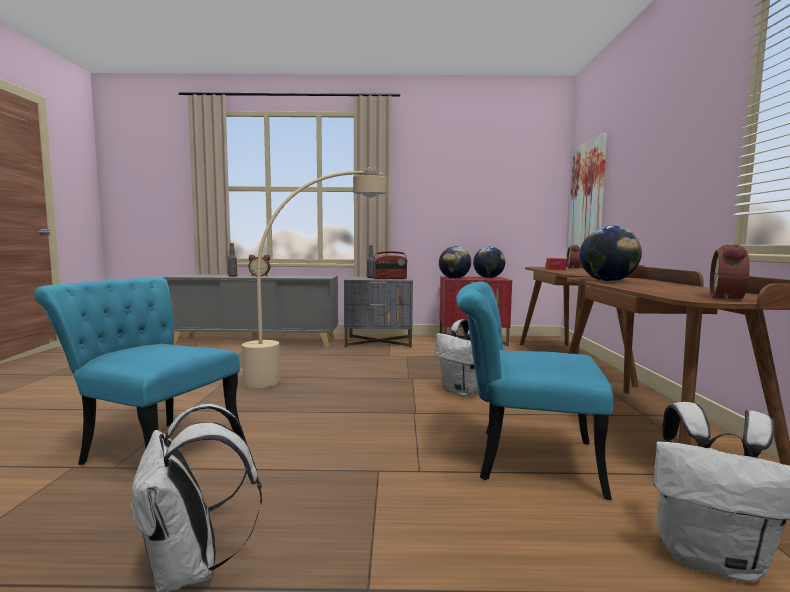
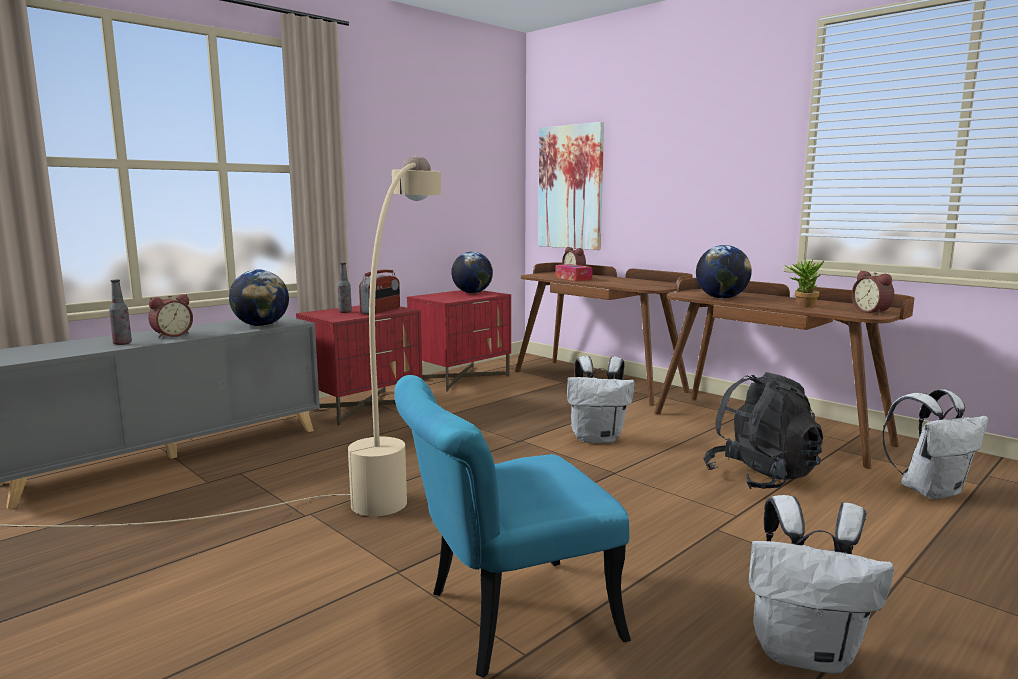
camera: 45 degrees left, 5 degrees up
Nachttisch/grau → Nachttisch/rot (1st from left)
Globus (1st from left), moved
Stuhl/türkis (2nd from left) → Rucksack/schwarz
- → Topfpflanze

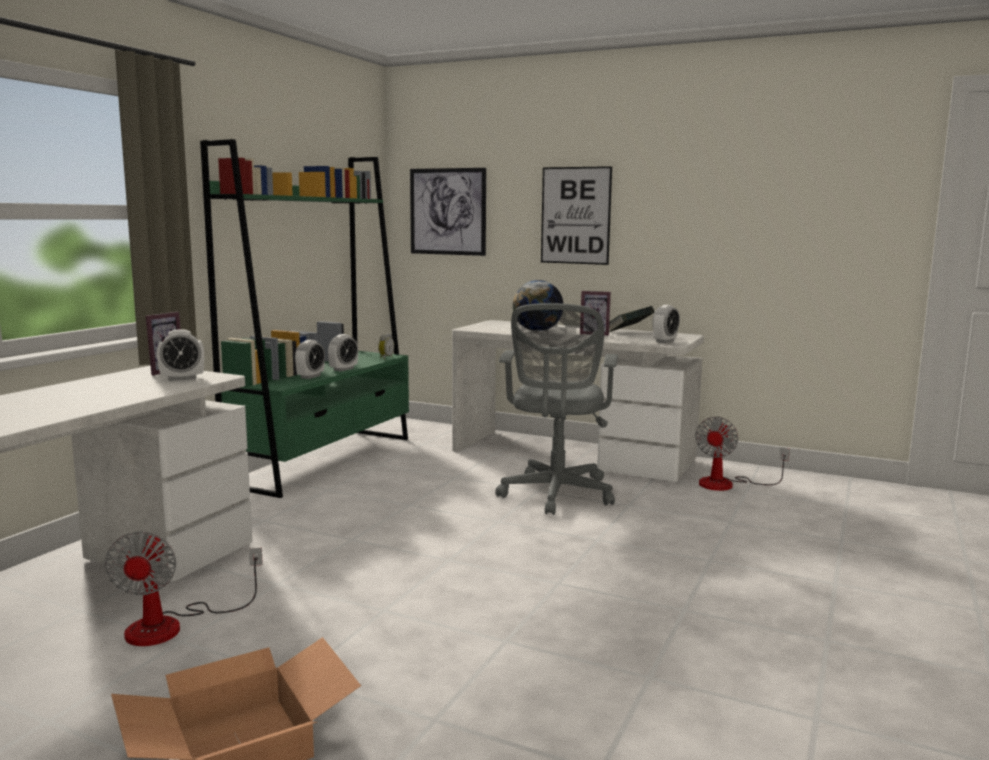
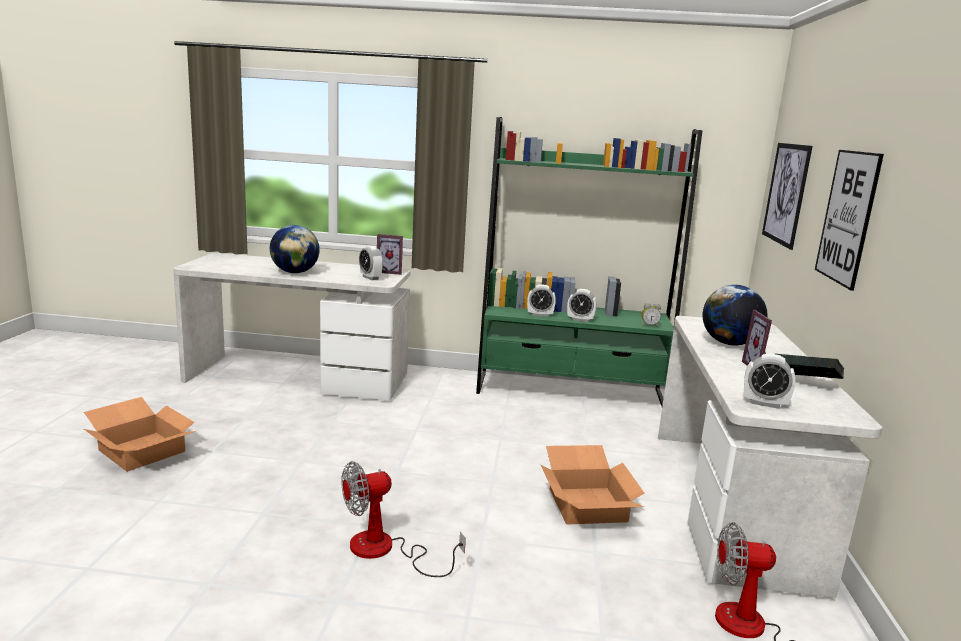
camera: 70 degrees right, 5 degrees up
Ventilator (1st from left), moved
Bürostuhl/grau → Karton (2nd from left)
- → Globus (1st from left)

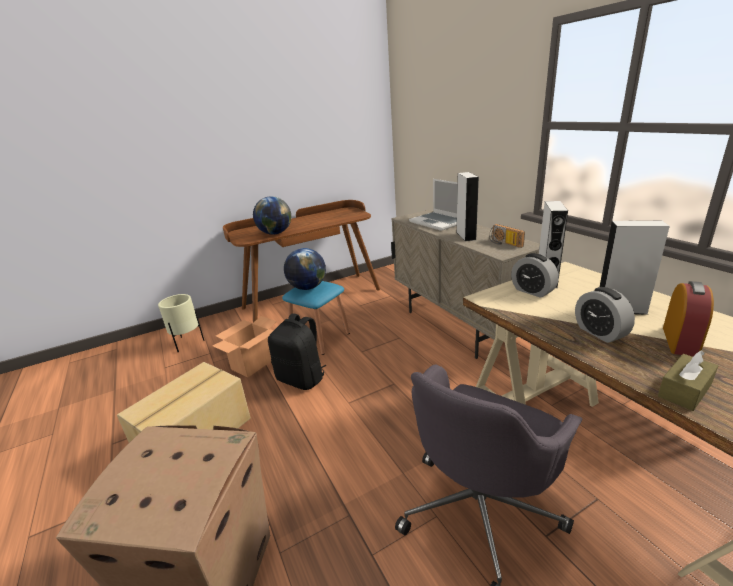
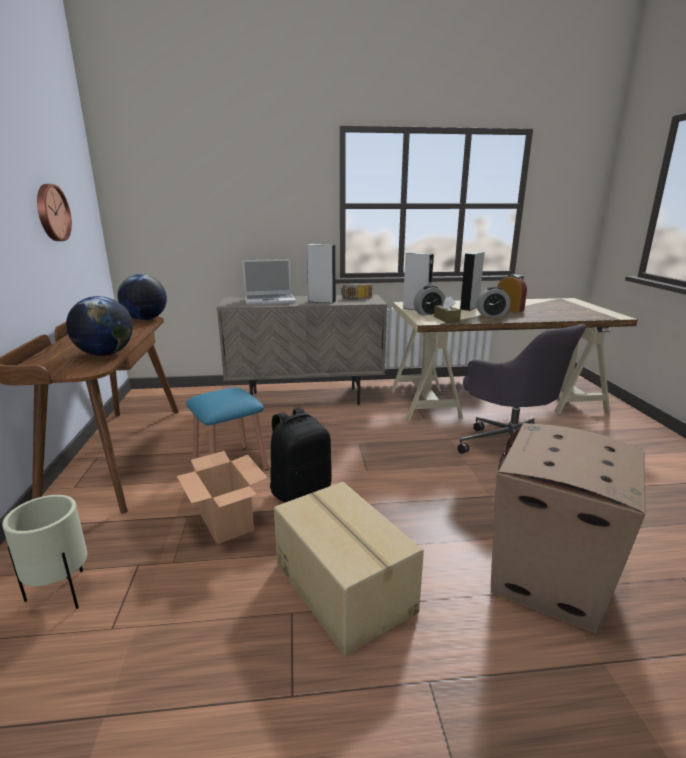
camera: 70 degrees left, 5 degrees down
Globus (2nd from left), moved
Taschentuchbox/braun, moved
- → Wanduhr

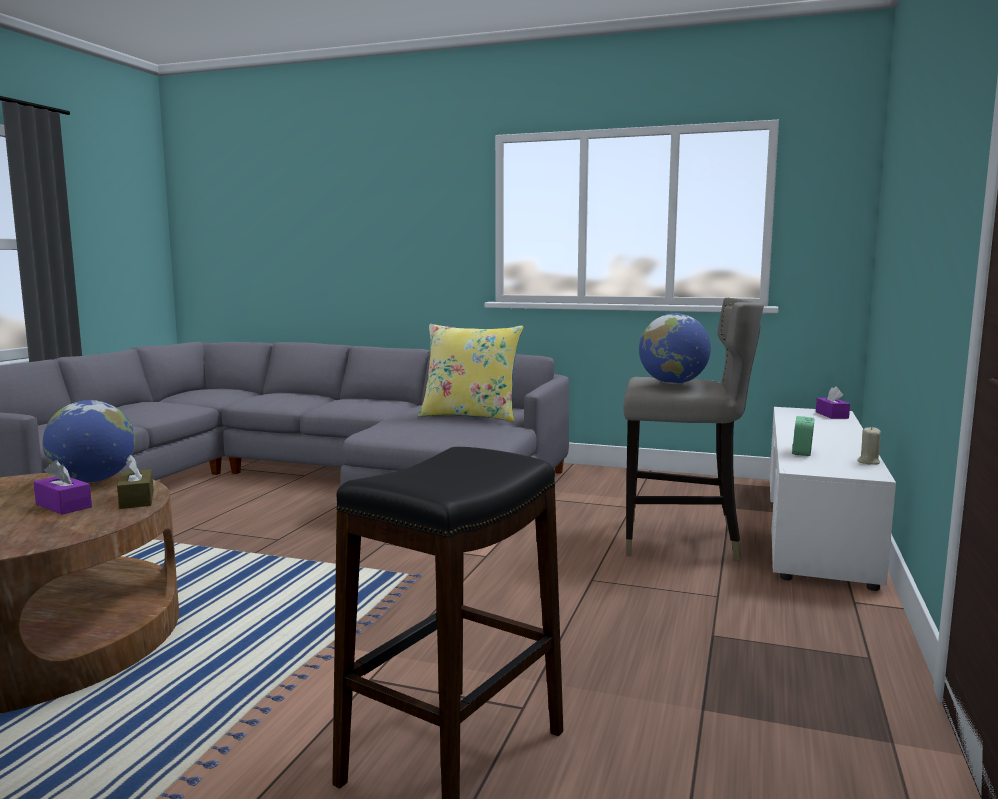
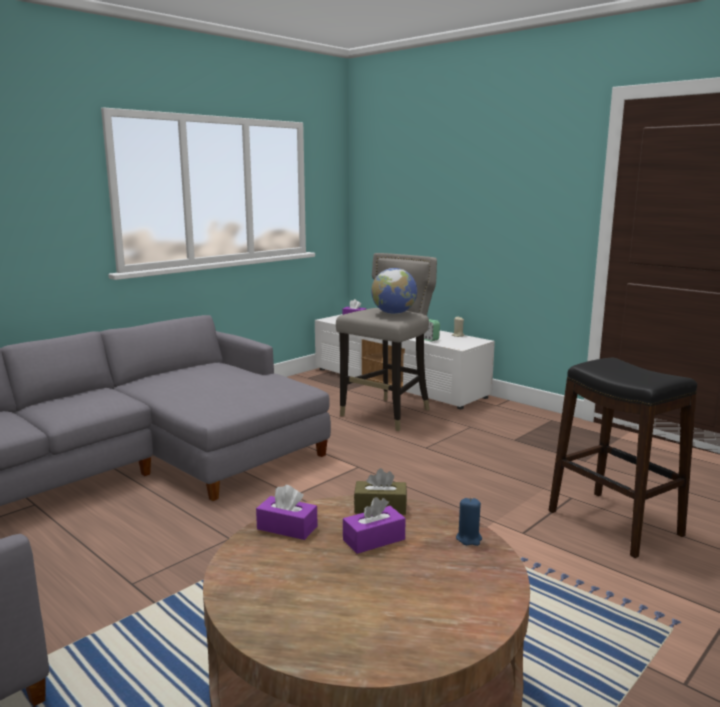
camera: 65 degrees left, 5 degrees up
Globus (1st from left) → Taschentuchbox/lila (1st from left)
Kissen/gelb → -
- → Kerze/blau

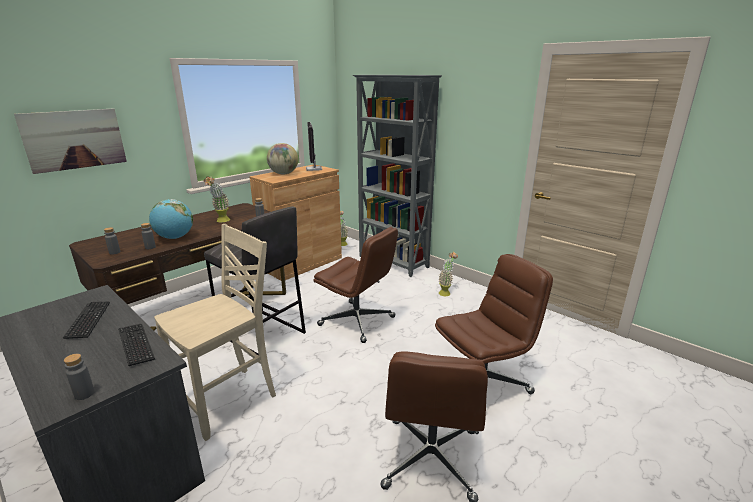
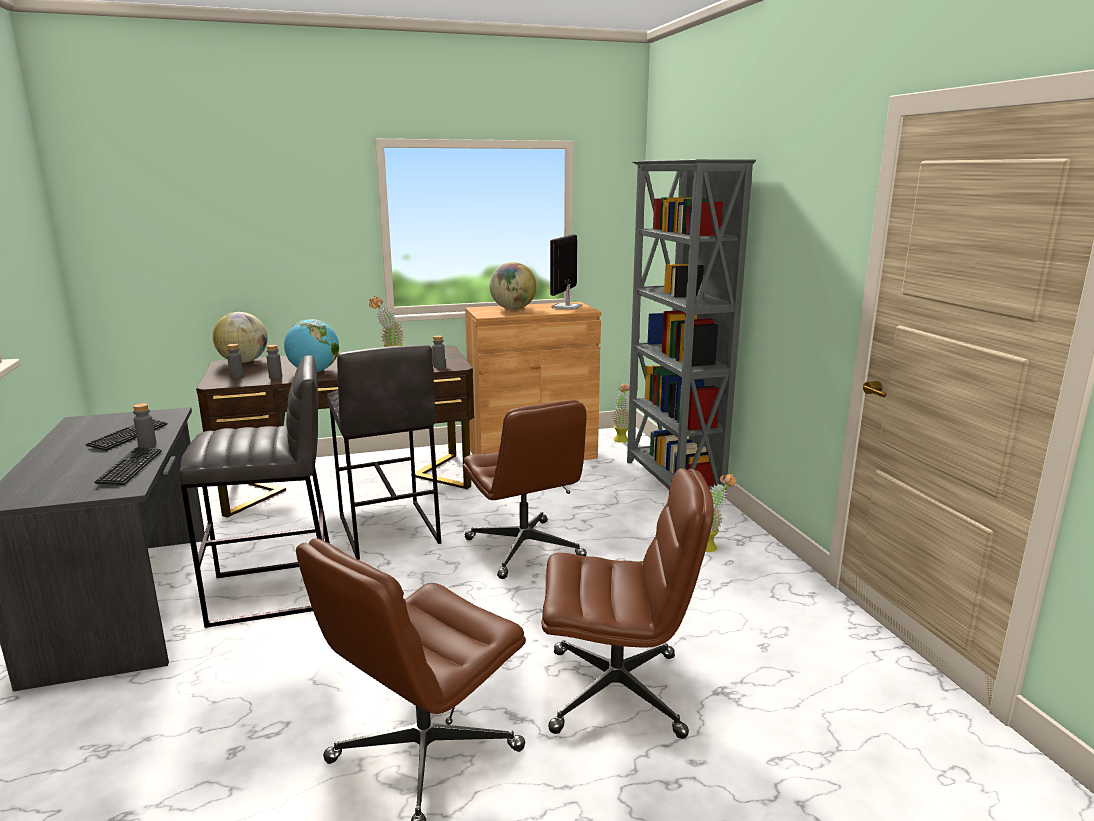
camera: 30 degrees right, 5 degrees down
Bild → -
Flasche/grau (1st from left), moved
Stuhl/beige → Hocker/grau (1st from left)
- → Globus (1st from left)

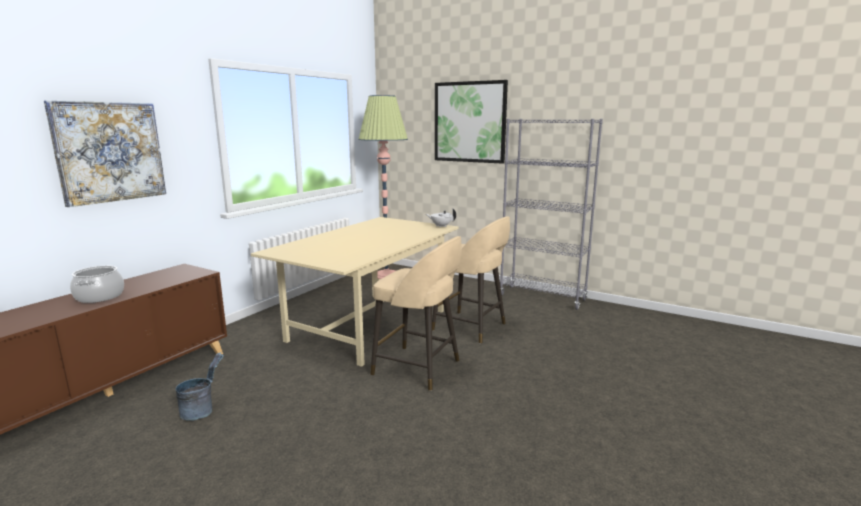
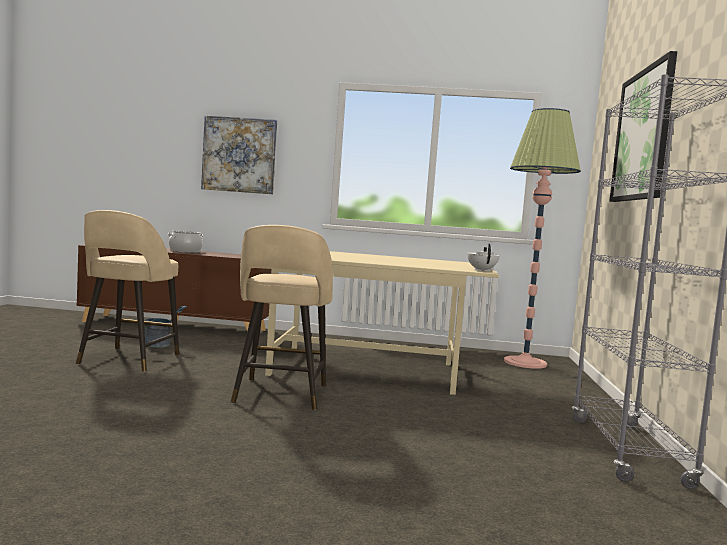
camera: 65 degrees right, 10 degrees down
Hocker/beige (2nd from left in the first image) → Hocker/beige (1st from left), moved

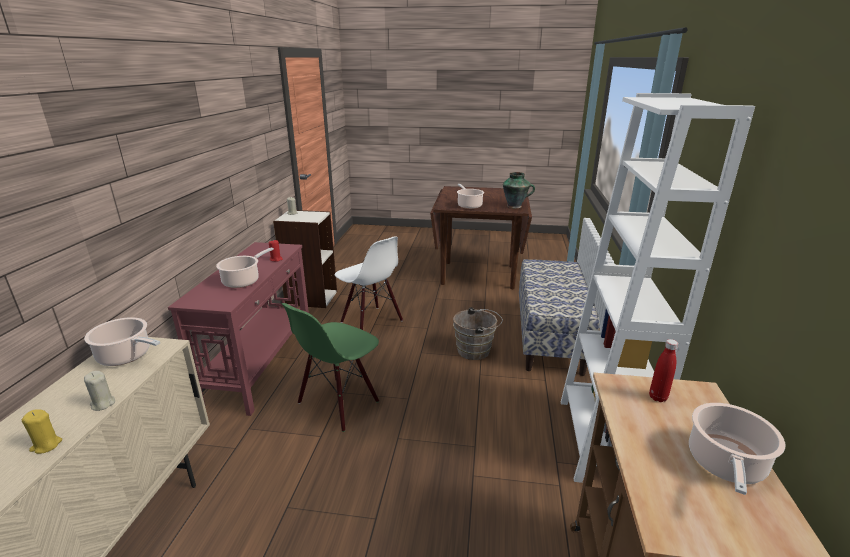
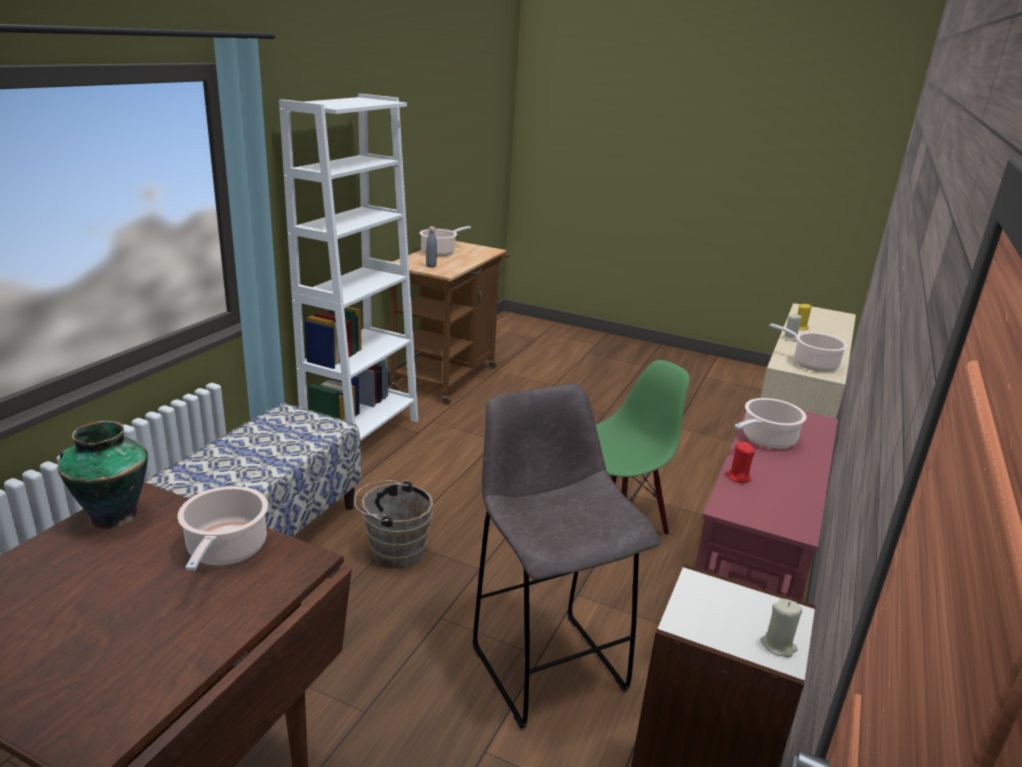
camera: 165 degrees left, 0 degrees up
Stuhl/weiß → Hocker/grau
Flasche/rot → Flasche/grau

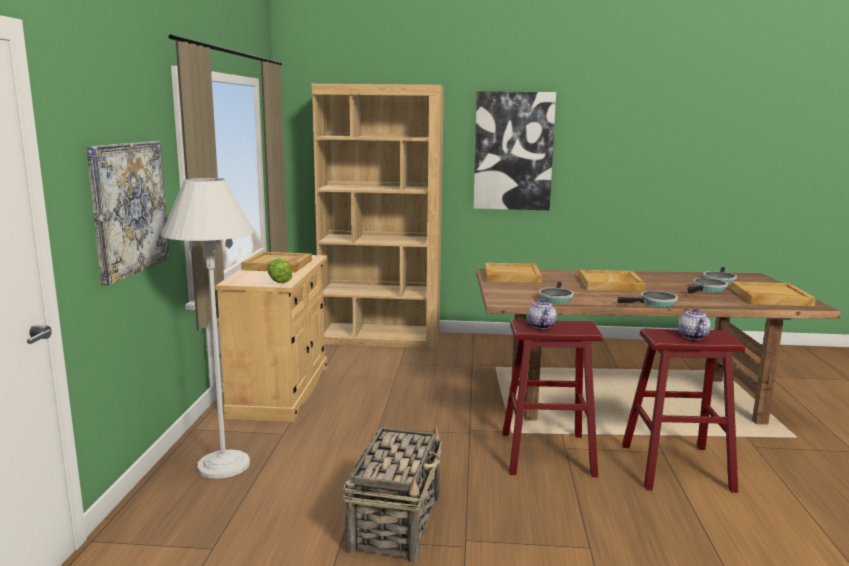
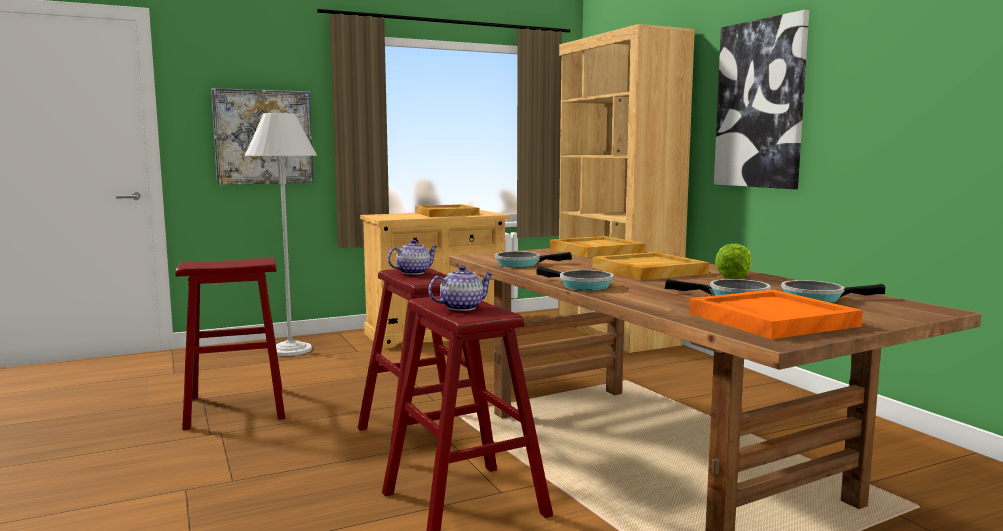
camera: 60 degrees right, 5 degrees down
Salatkopf, moved
Korb → Hocker/rot (1st from left)
Tablett/beige (4th from left) → Tablett/orange

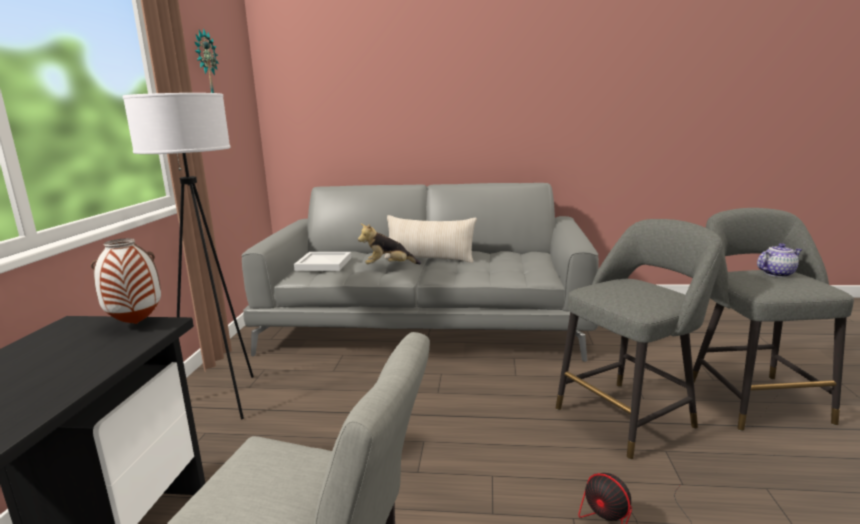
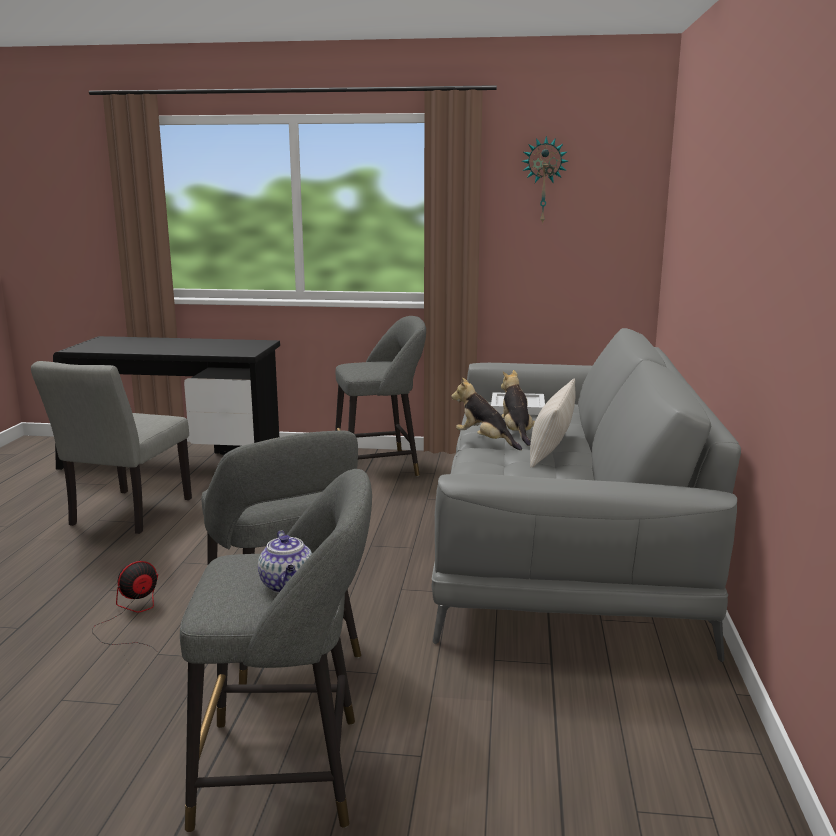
camera: 90 degrees right, 0 degrees up
Vase → -
Stehlampe/weiß → Hocker/grau (3rd from left)
- → Plüschtier (1st from left)

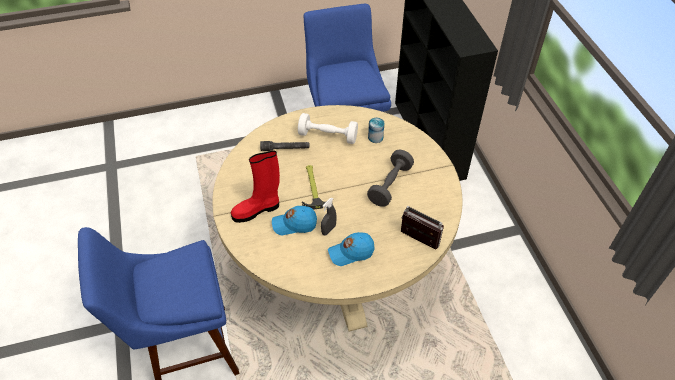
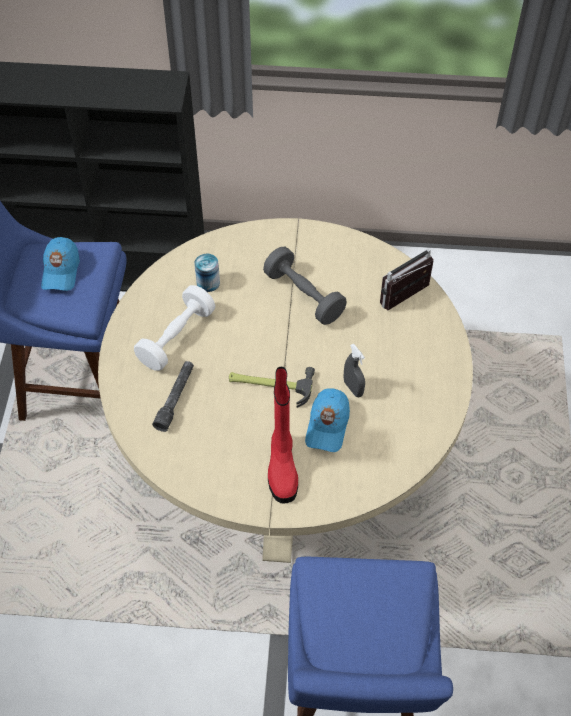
camera: 70 degrees left, 5 degrees up
Kappe/blau (2nd from left in the first image) → Kappe/blau (1st from left), moved

